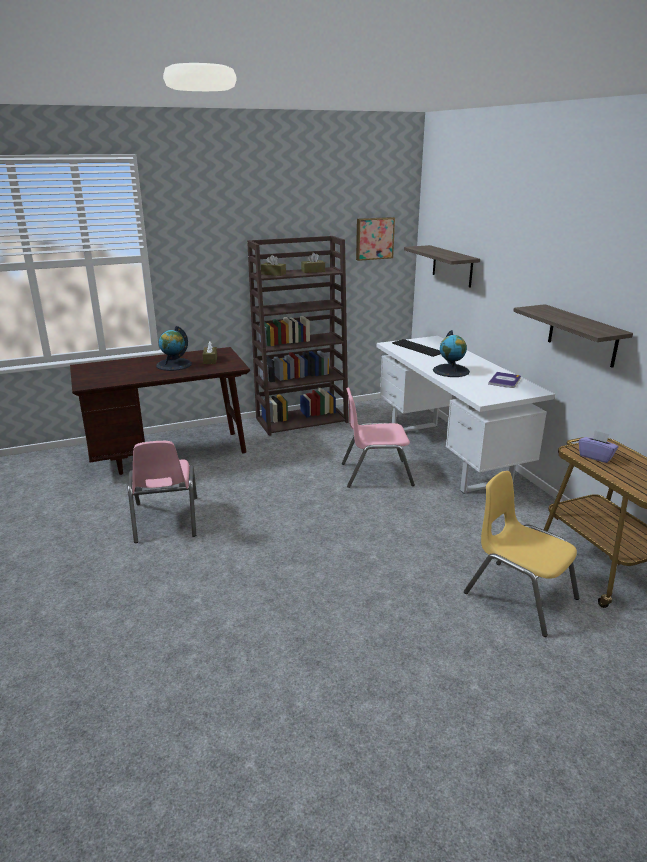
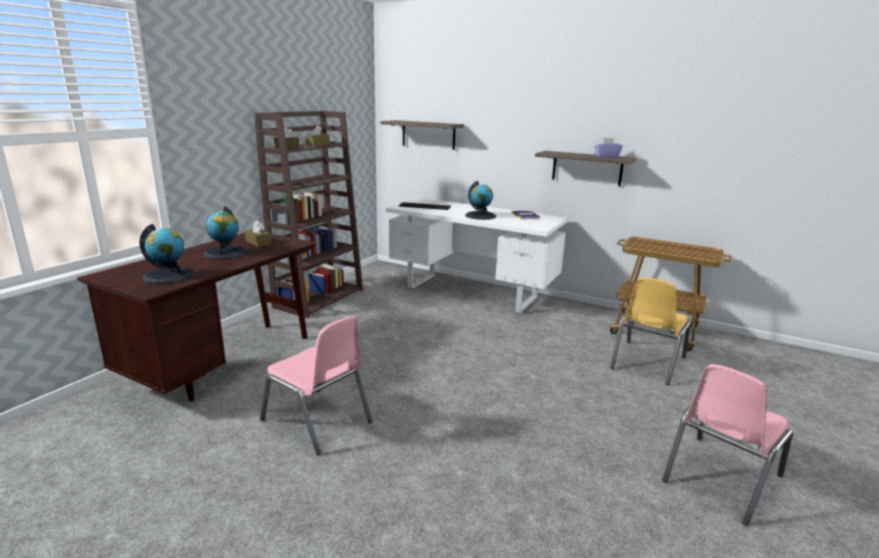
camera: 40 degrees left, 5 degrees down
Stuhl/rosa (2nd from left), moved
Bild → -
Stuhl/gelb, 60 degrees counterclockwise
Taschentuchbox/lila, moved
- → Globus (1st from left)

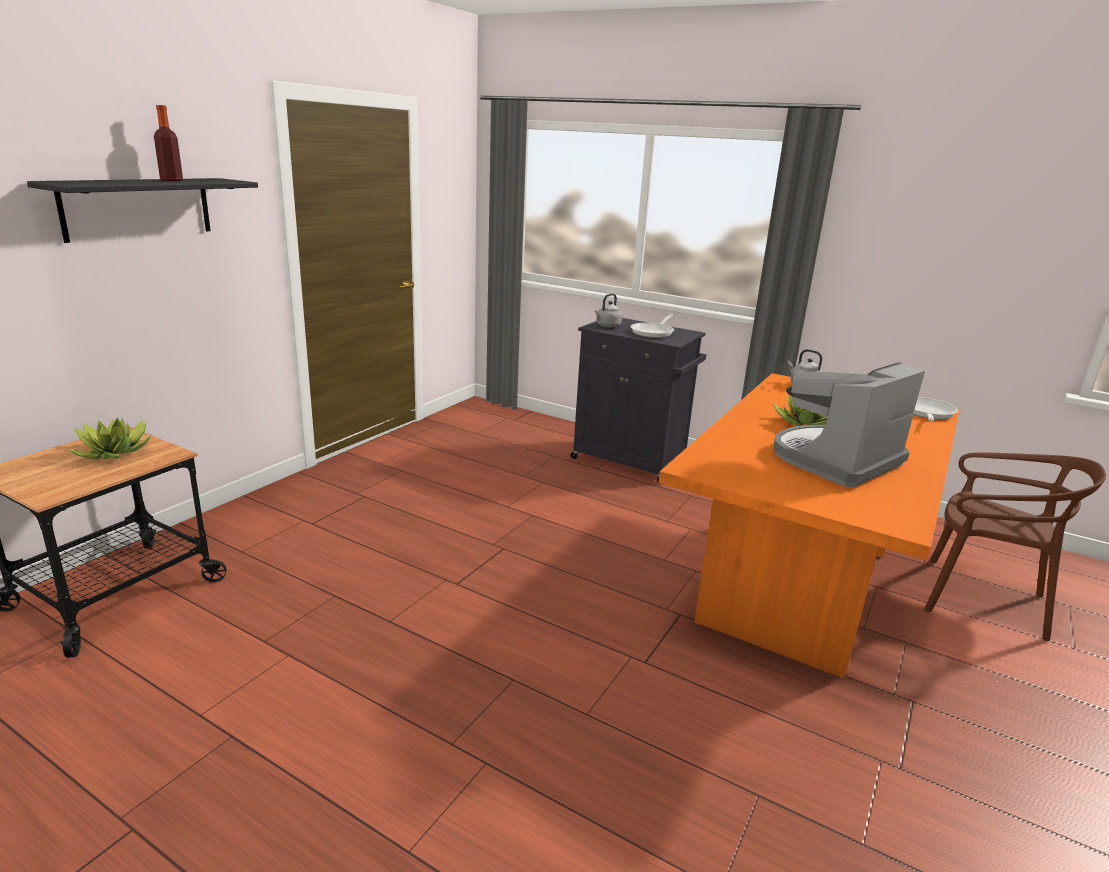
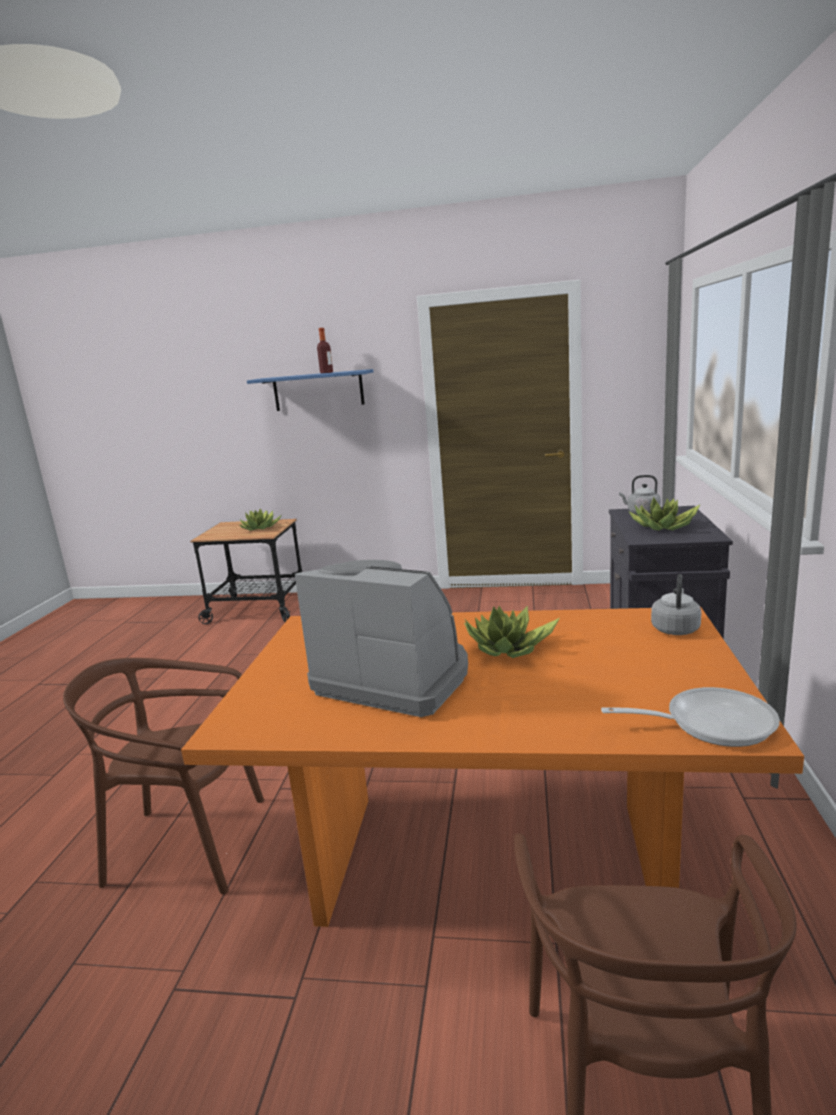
camera: 70 degrees right, 5 degrees down
Wandregal/schwarz → Wandregal/blau
Pfanne (1st from left) → Topfpflanze (3rd from left)
- → Stuhl/braun (1st from left)

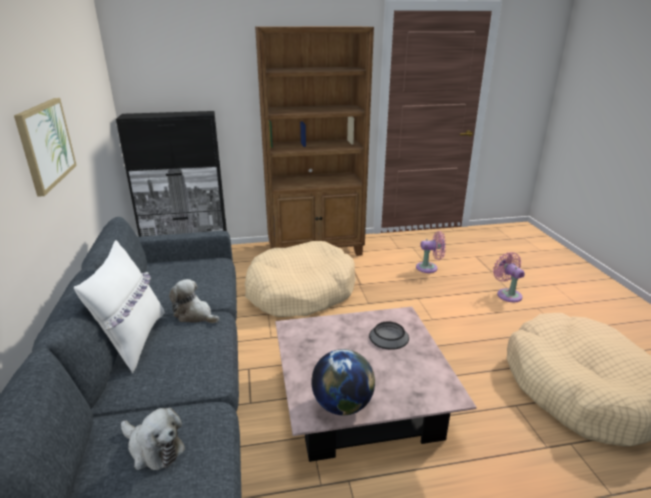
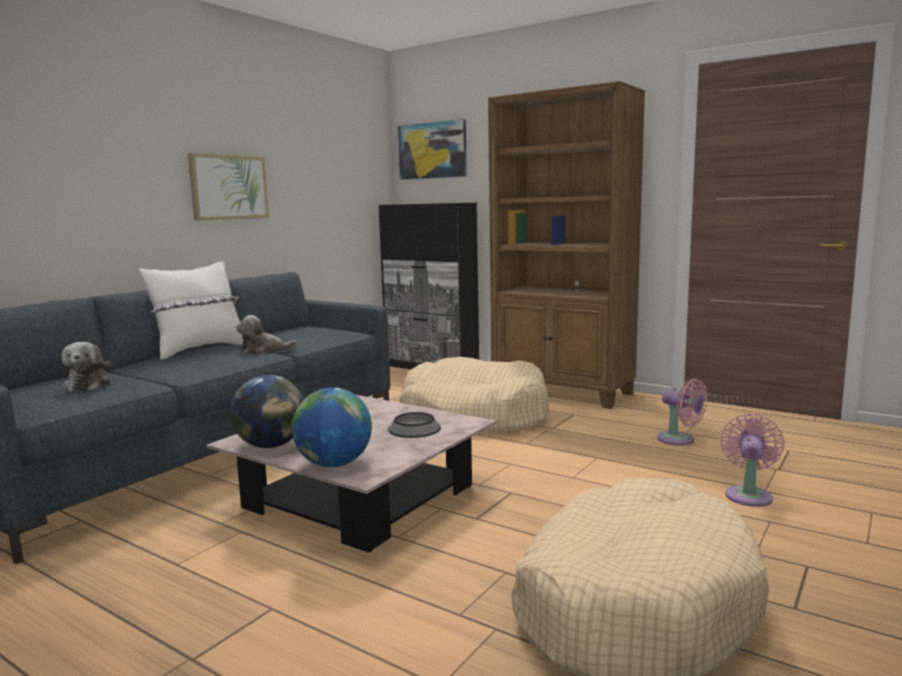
camera: 45 degrees right, 15 degrees down
Plüschtier (2nd from left), 90 degrees counterclockwise
- → Globus (2nd from left)
- → Bild (2nd from left)

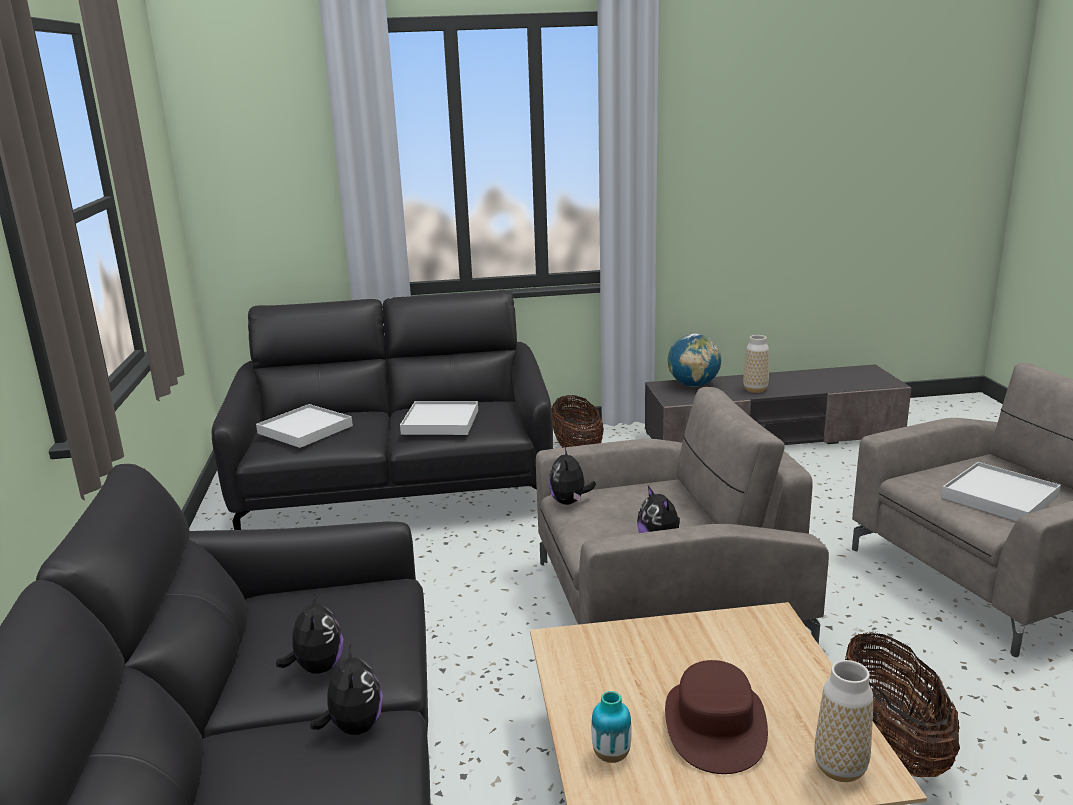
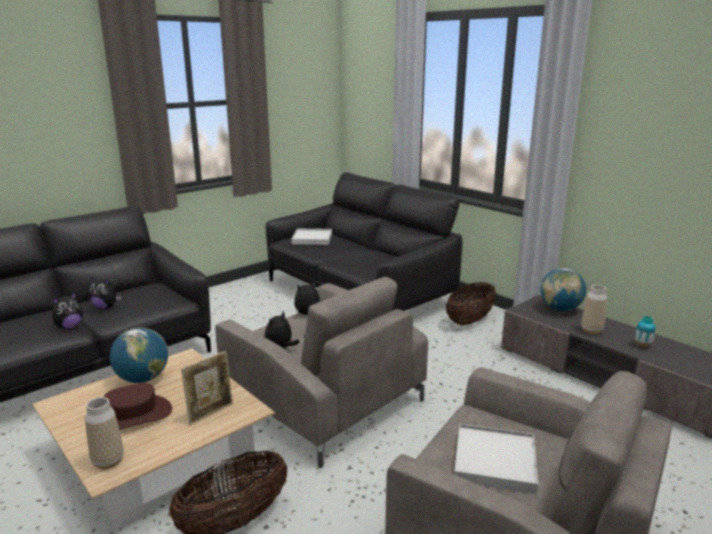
camera: 55 degrees right, 0 degrees up
Plüschtier (1st from left in the first image) → Plüschtier (2nd from left), 60 degrees clockwise
Tablett/weiß (2nd from left) → -
Vase (1st from left in the first image) → Vase (3rd from left), moved
- → Globus (1st from left)
- → Bilderrahmen

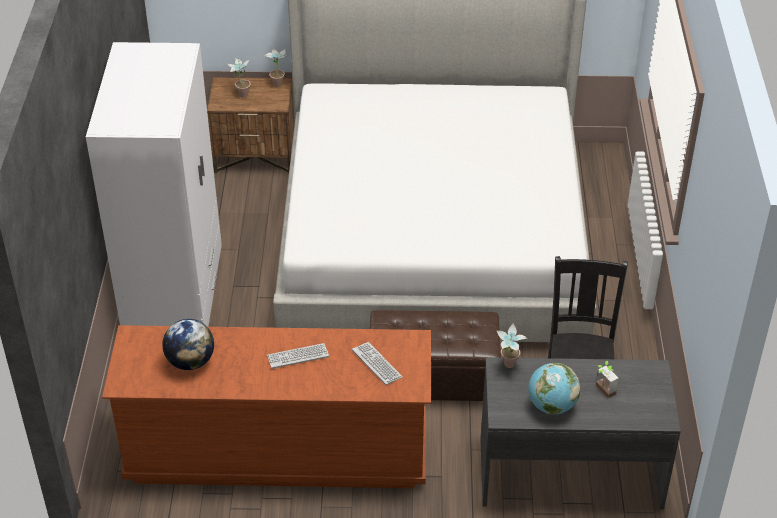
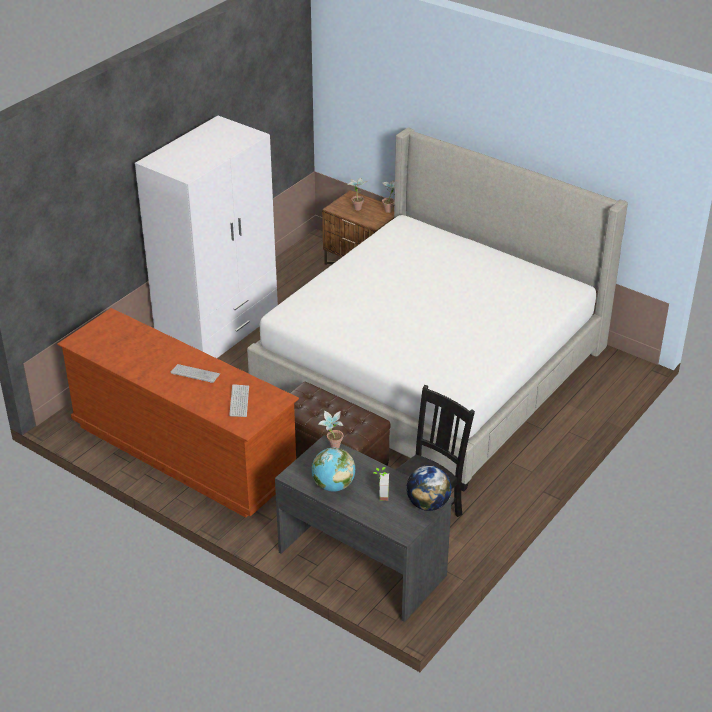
camera: 35 degrees right, 5 degrees down
Globus (1st from left in the first image) → Globus (2nd from left), moved

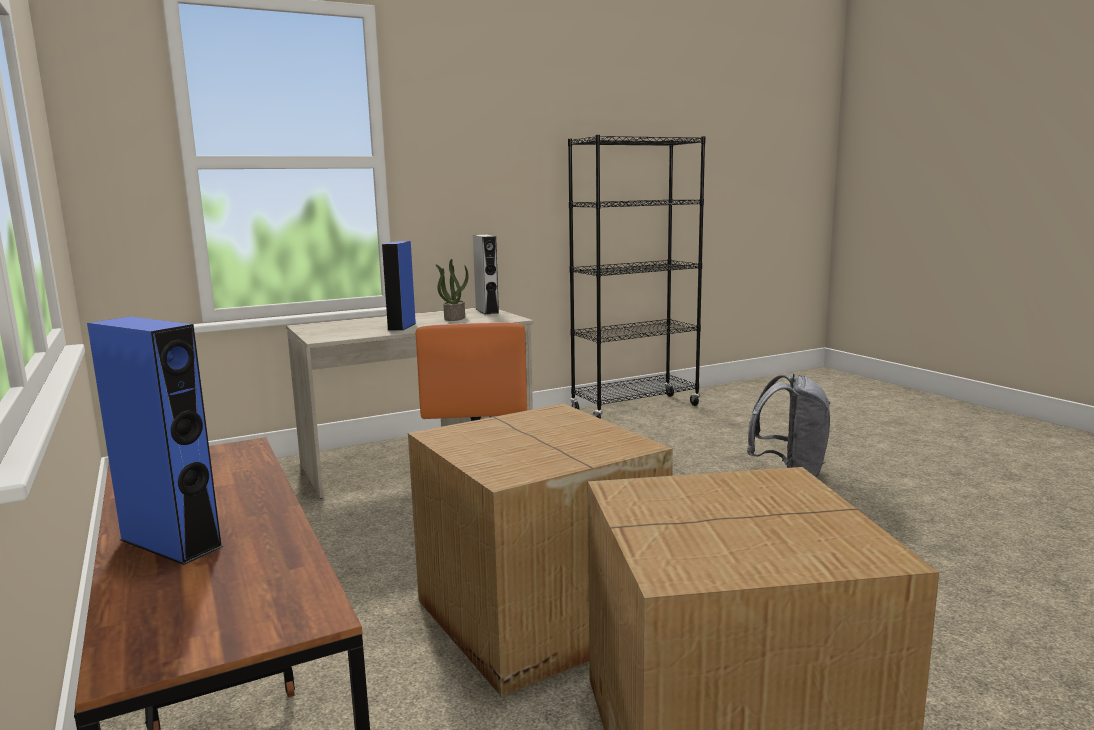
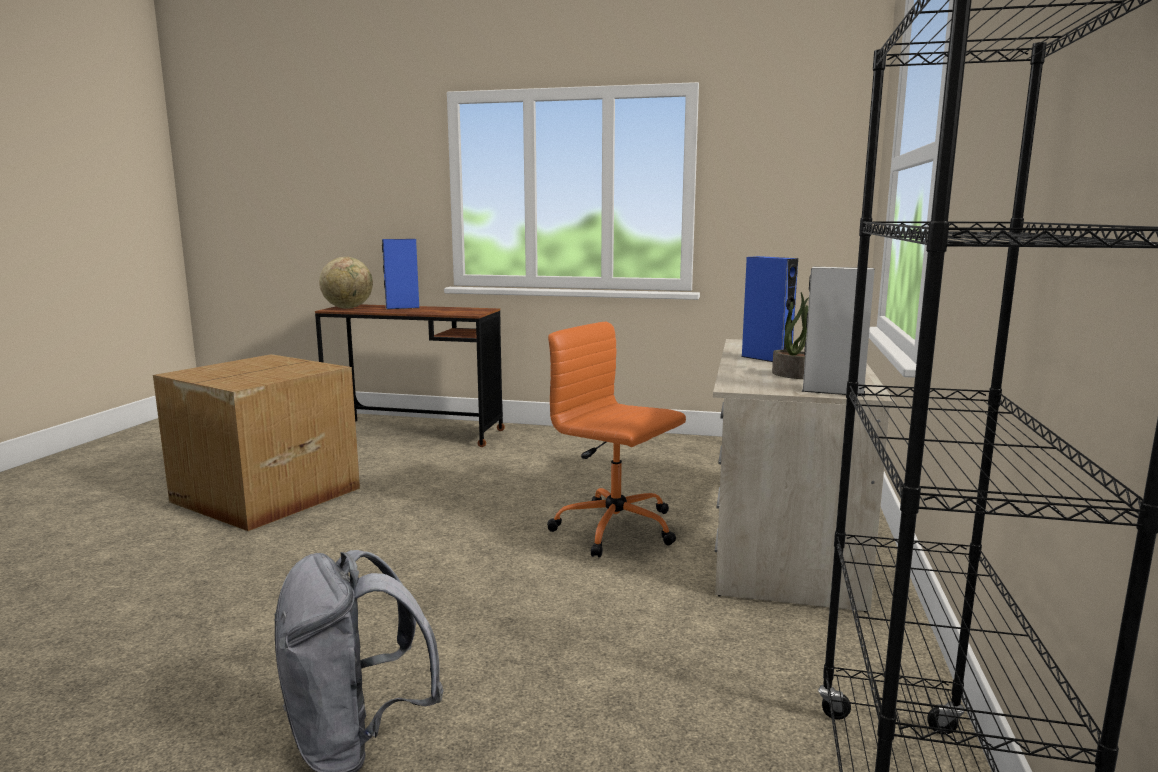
camera: 130 degrees right, 0 degrees up
Karton (1st from left) → -
- → Globus

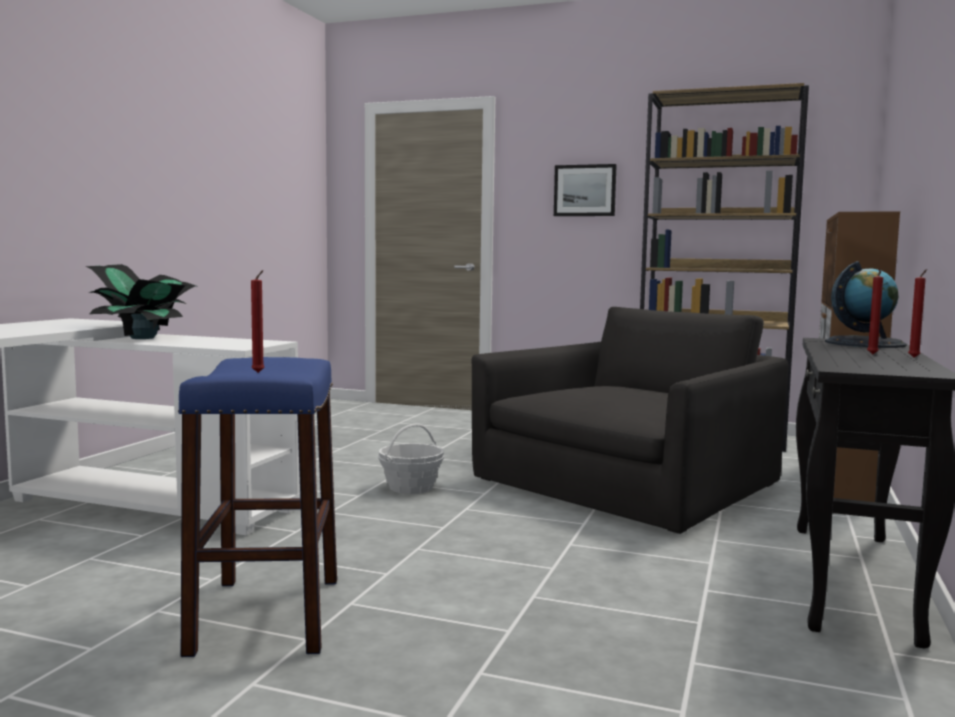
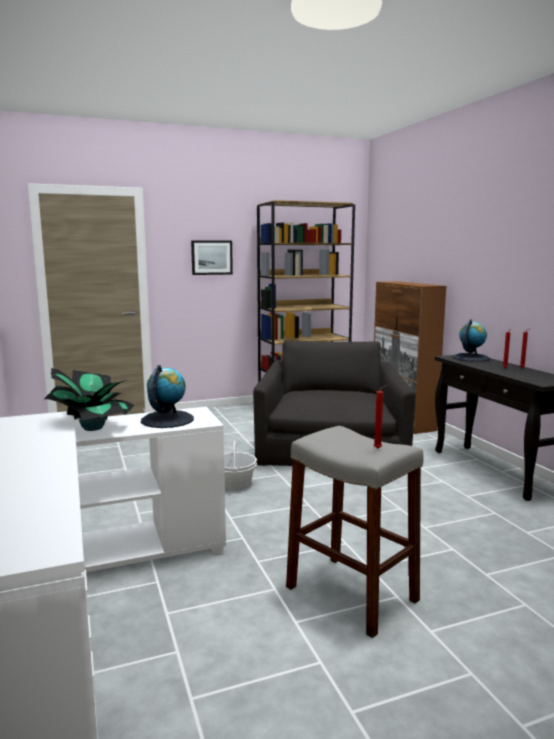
camera: 40 degrees left, 5 degrees up
Hocker/blau → Hocker/grau
- → Globus (1st from left)

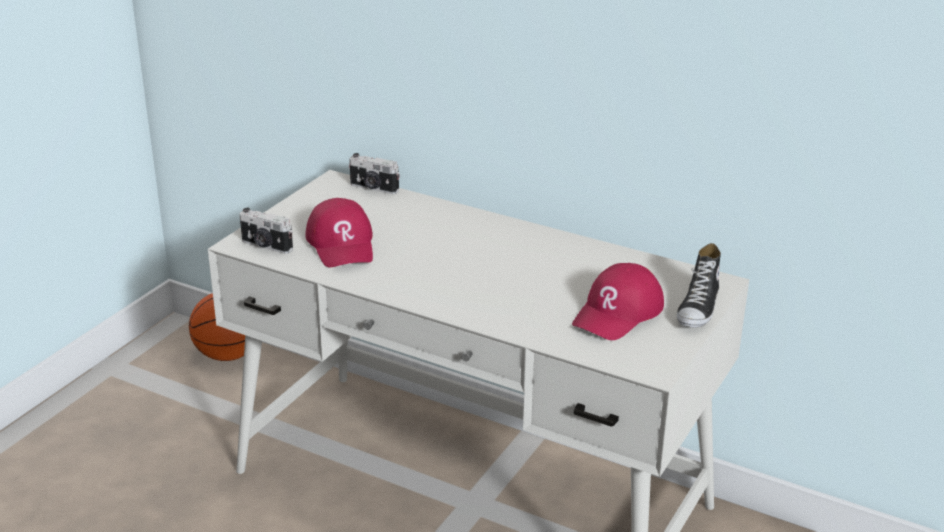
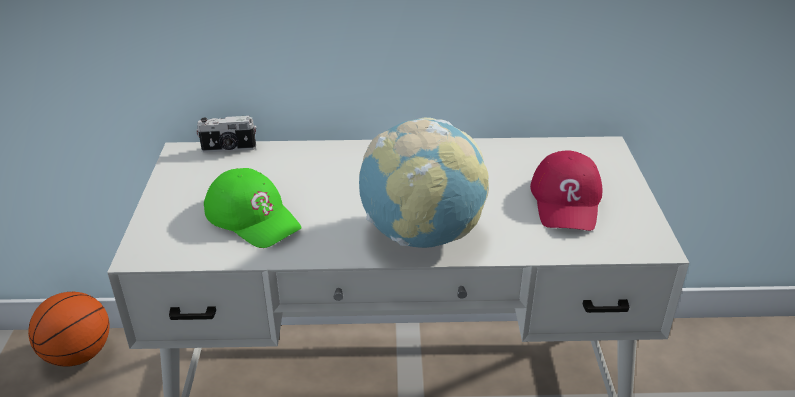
camera: 30 degrees left, 5 degrees up
Kamera (1st from left) → -
Kappe/rot (1st from left) → Kappe/grün
Schuh → -
- → Globus

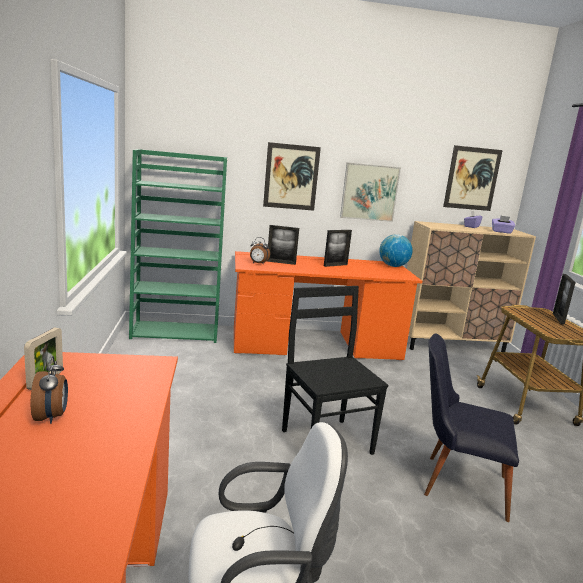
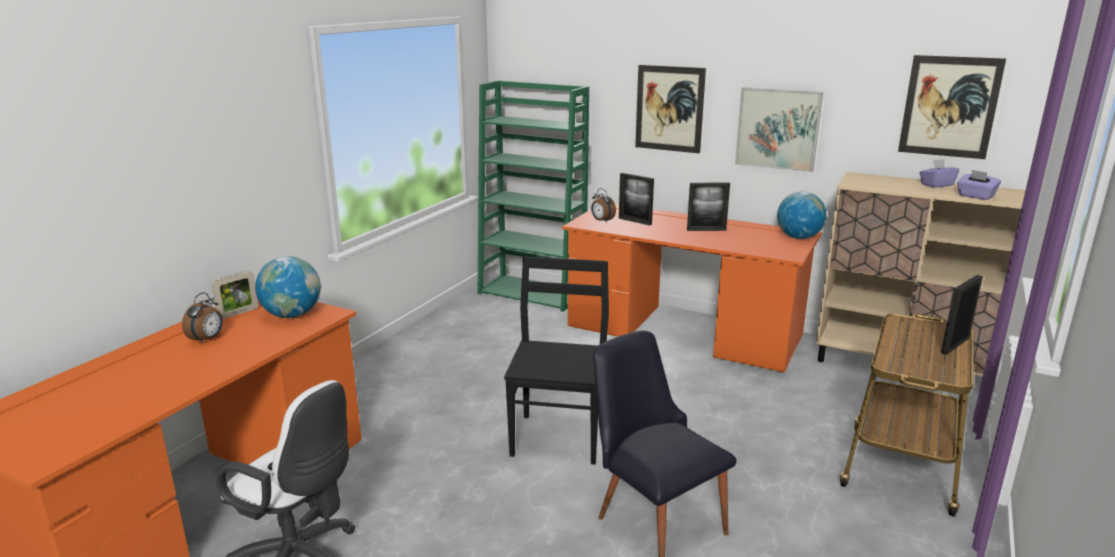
camera: 35 degrees right, 5 degrees up
- → Globus (1st from left)

